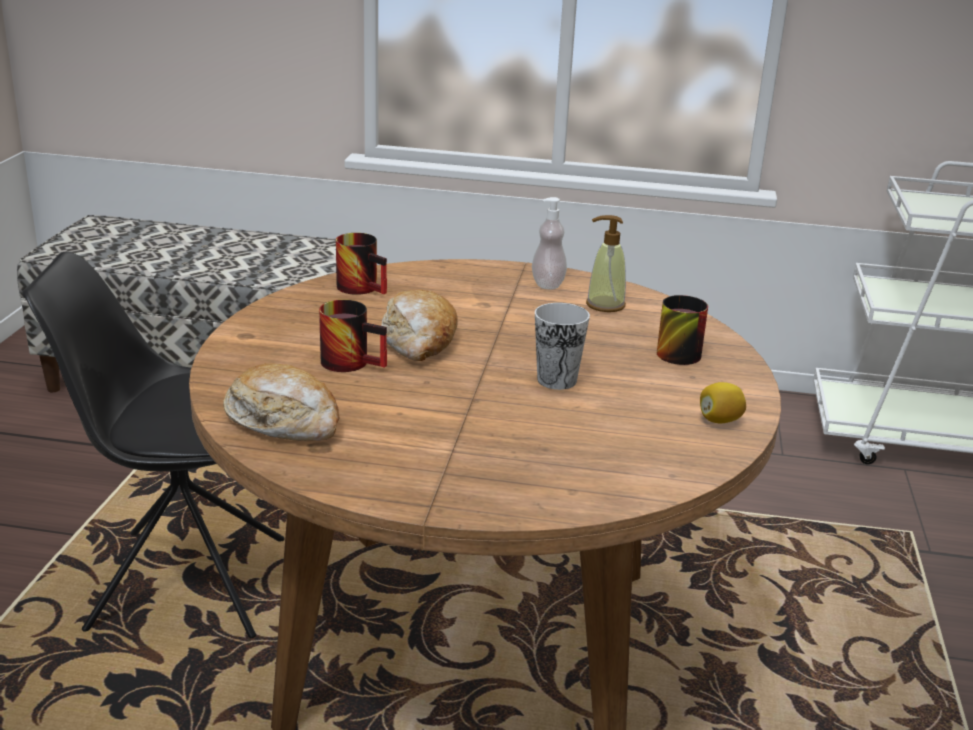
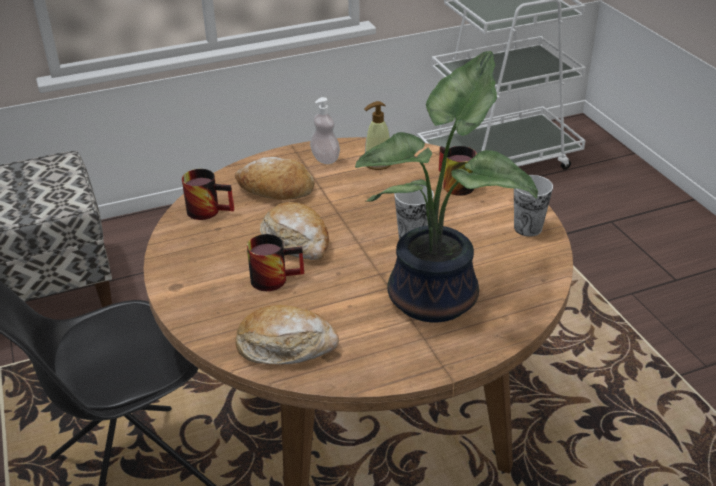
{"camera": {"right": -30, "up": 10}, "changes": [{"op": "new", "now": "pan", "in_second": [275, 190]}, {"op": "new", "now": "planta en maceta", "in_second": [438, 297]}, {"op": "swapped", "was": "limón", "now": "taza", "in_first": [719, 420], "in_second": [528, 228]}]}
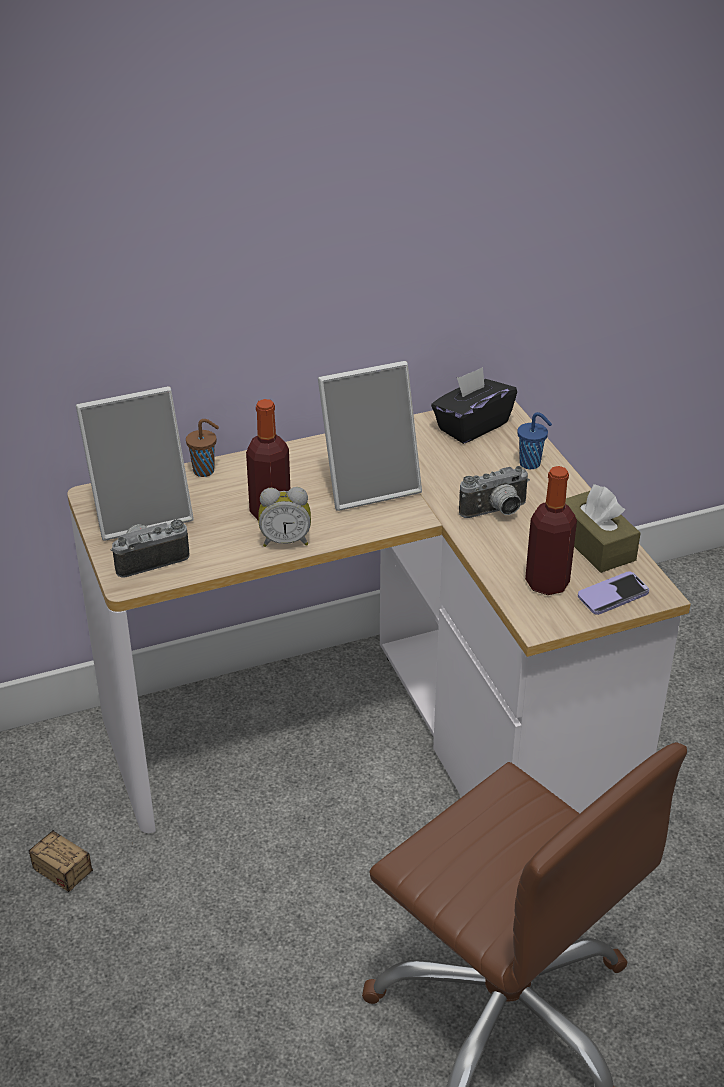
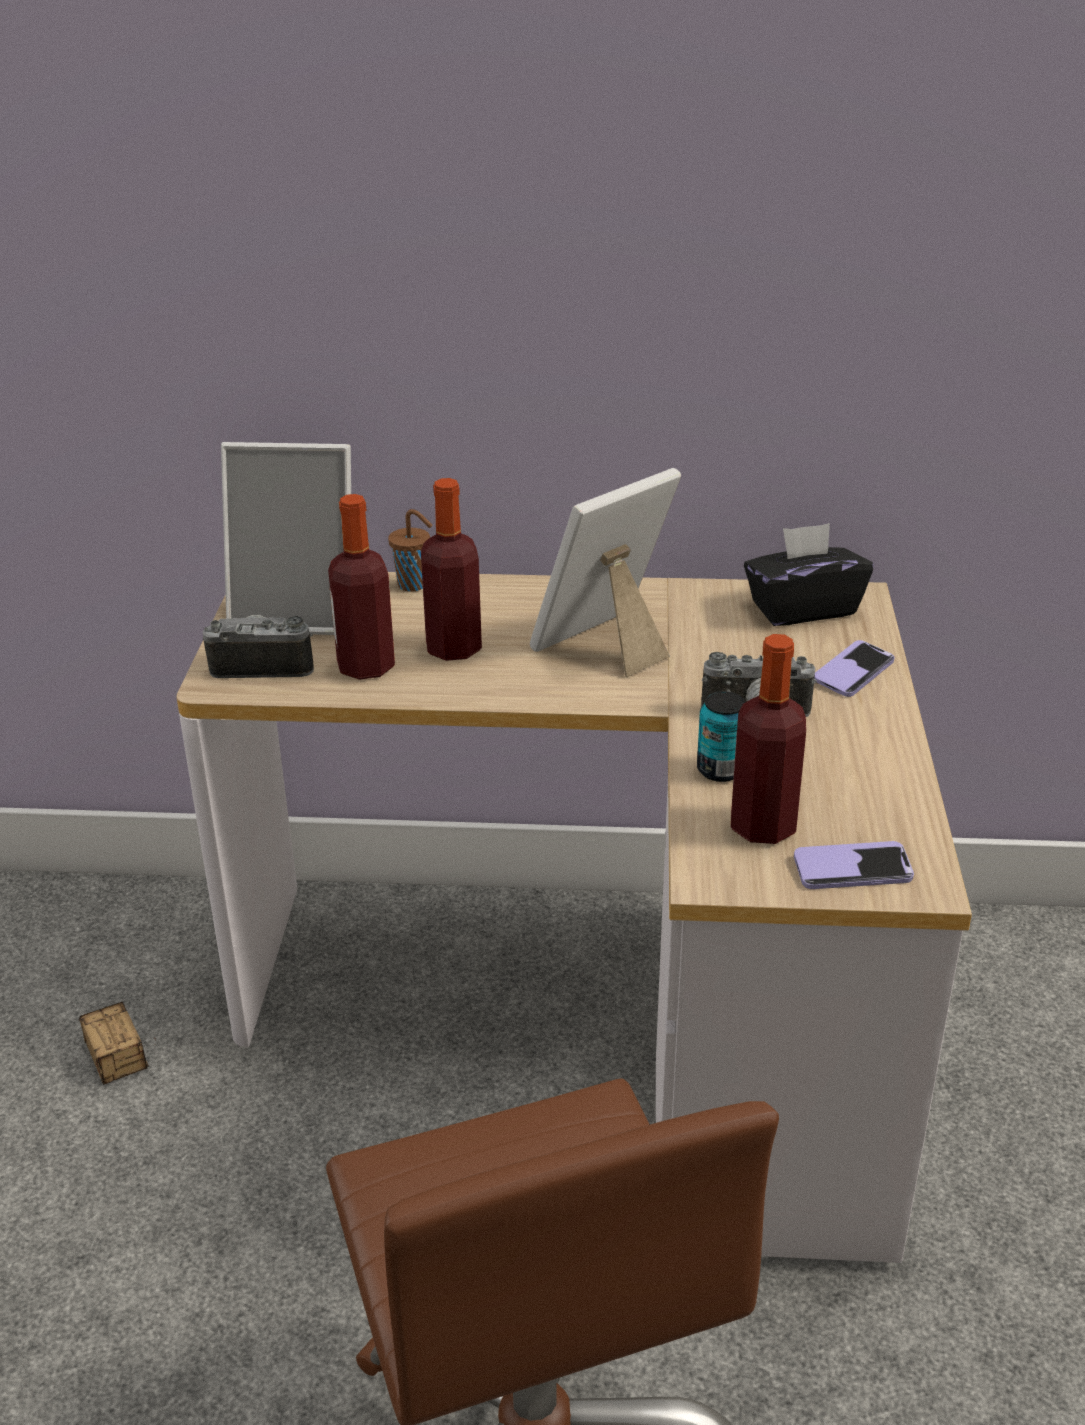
{"camera": {"right": 25, "up": -5}, "changes": [{"op": "new", "now": "botella", "in_second": [366, 666]}, {"op": "rotated", "was": "portarretratos", "in_first": [369, 484], "in_second": [607, 646], "clockwise": 135}, {"op": "new", "now": "lata", "in_second": [720, 770]}, {"op": "swapped", "was": "taza (azul)", "now": "móvil", "in_first": [531, 464], "in_second": [853, 671]}, {"op": "gone", "was": "despertador", "in_first": [285, 541]}, {"op": "gone", "was": "caja de pañuelos (marrón)", "in_first": [595, 544]}]}
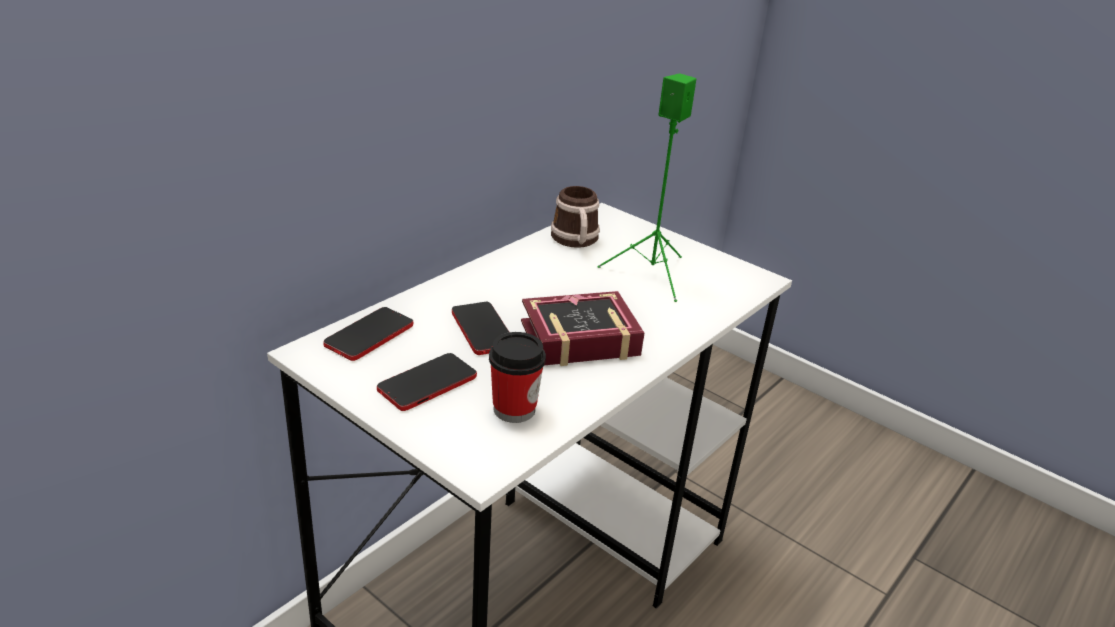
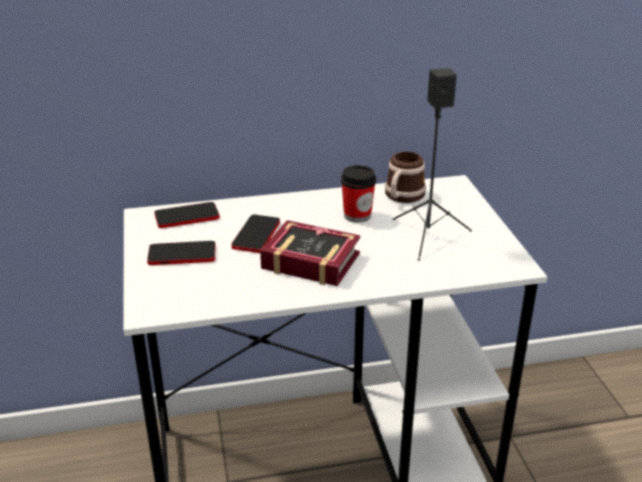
{"camera": {"right": 40, "up": 0}, "changes": [{"op": "shifted", "was": "taza", "in_first": [514, 409], "in_second": [357, 215]}, {"op": "repainted", "was": "altavoz (verde)", "now": "altavoz (negro)", "in_first": [652, 275], "in_second": [427, 236]}]}
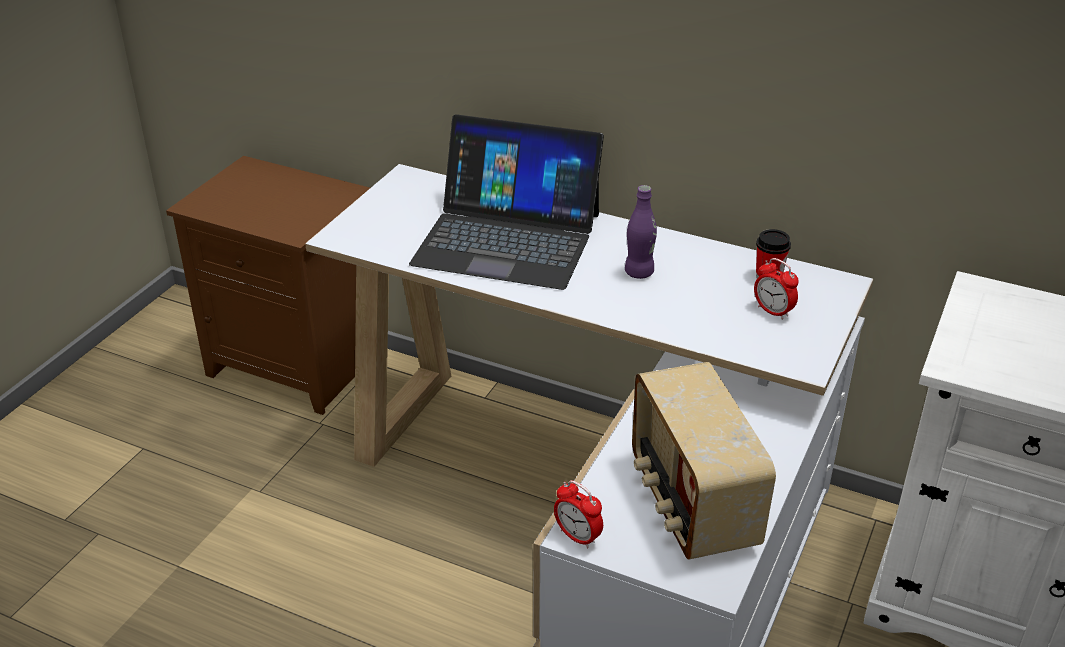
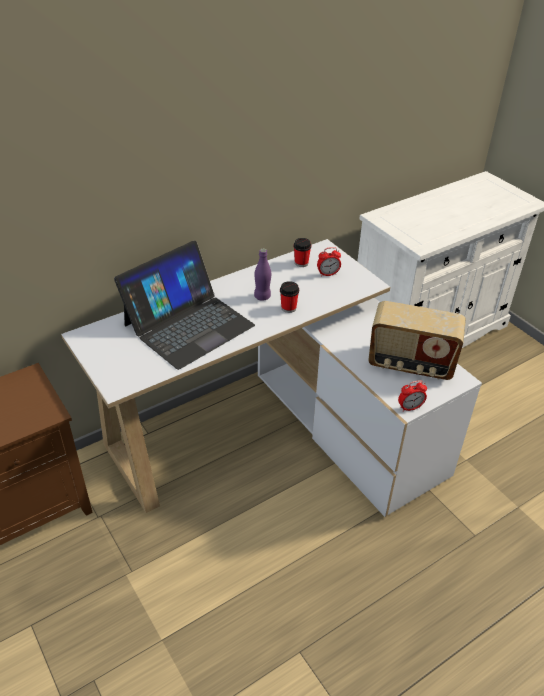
{"camera": {"right": -60, "up": 5}, "changes": [{"op": "new", "now": "taza", "in_second": [288, 308]}]}
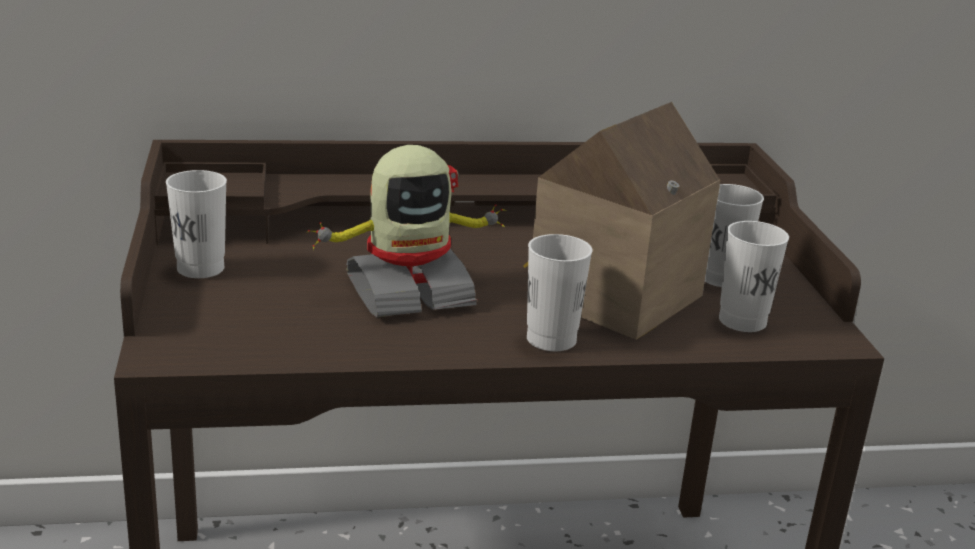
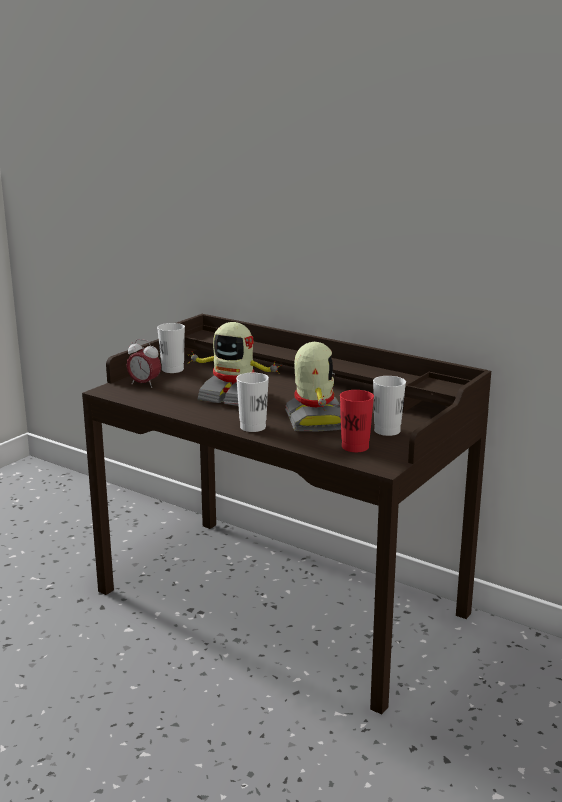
{"camera": {"right": 45, "up": -5}, "changes": [{"op": "new", "now": "despertador", "in_second": [144, 384]}, {"op": "swapped", "was": "casita", "now": "robot de juguete", "in_first": [607, 294], "in_second": [315, 421]}, {"op": "repainted", "was": "taza (blanco)", "now": "taza (rojo)", "in_first": [742, 321], "in_second": [355, 447]}]}
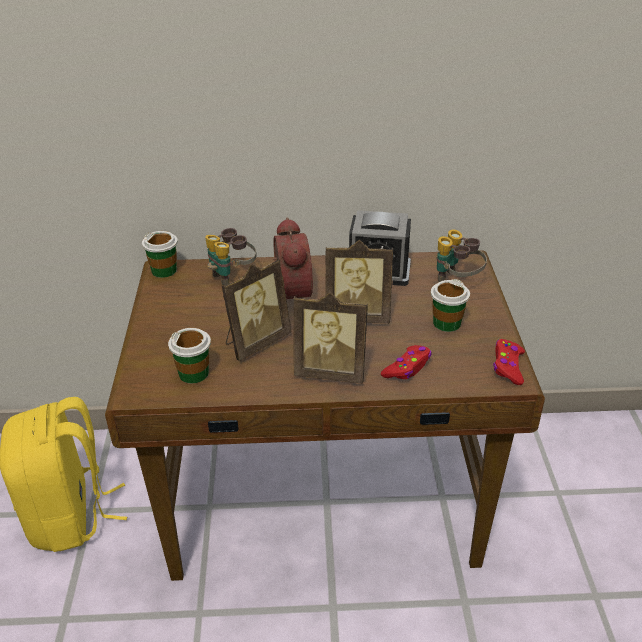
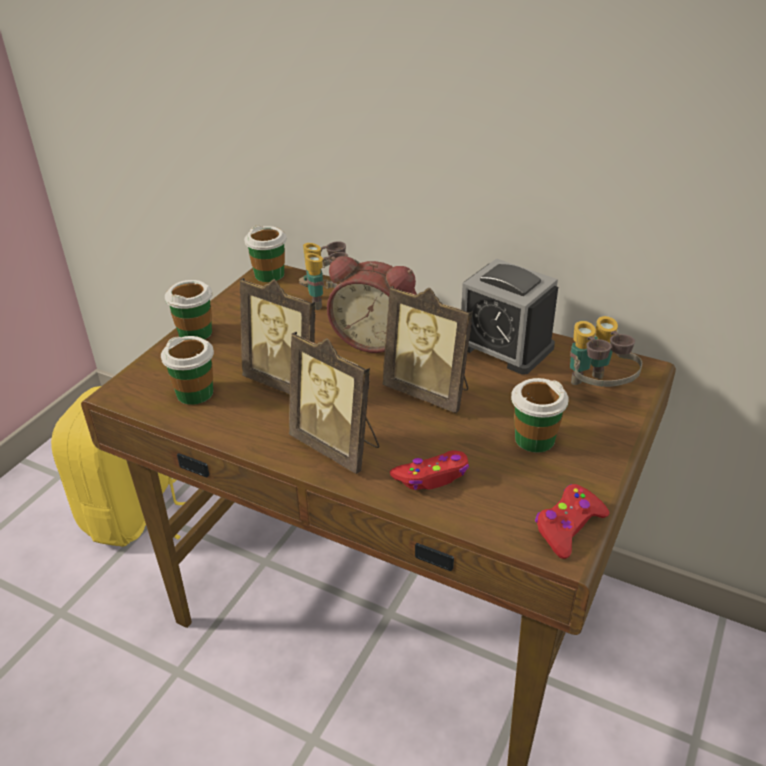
{"camera": {"right": 30, "up": 0}, "changes": [{"op": "new", "now": "taza", "in_second": [195, 332]}, {"op": "rotated", "was": "portarretratos", "in_first": [255, 342], "in_second": [288, 382], "clockwise": 45}, {"op": "rotated", "was": "despertador", "in_first": [289, 293], "in_second": [375, 339], "clockwise": 90}]}
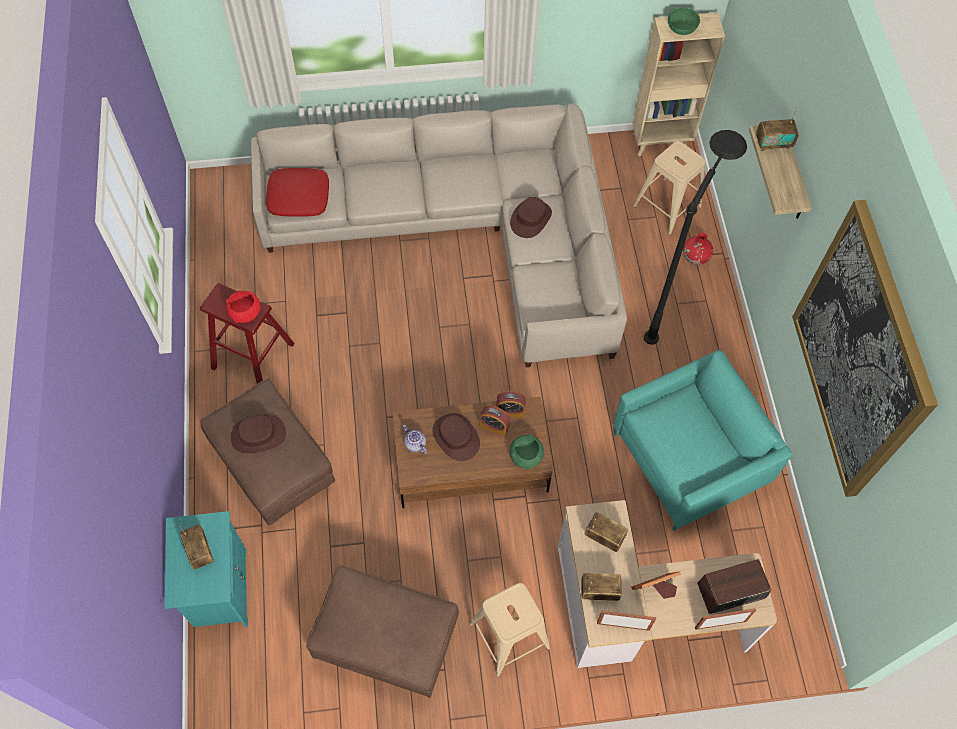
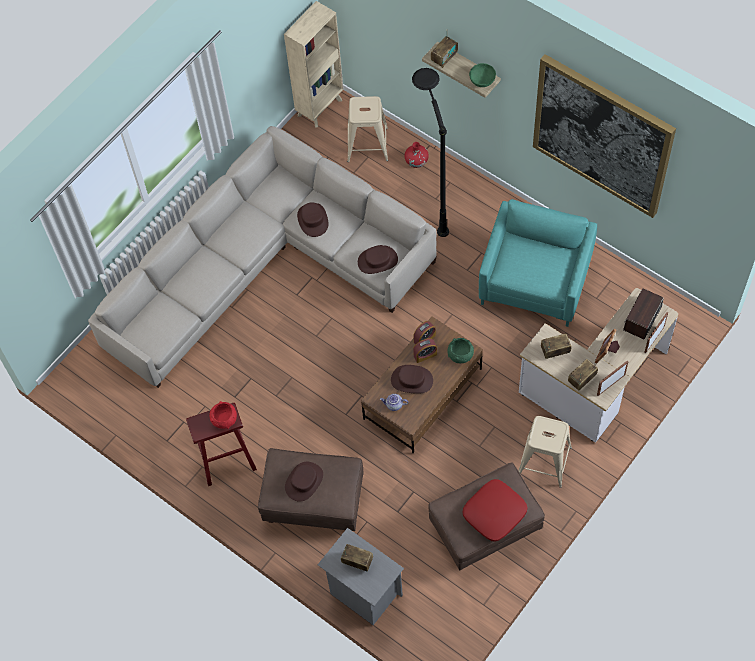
{"camera": {"right": -40, "up": 0}, "changes": [{"op": "repainted", "was": "mesita de noche (turquesa)", "now": "mesita de noche (gris)", "in_first": [219, 589], "in_second": [363, 593]}, {"op": "new", "now": "sombrero (marrón)", "in_second": [377, 261]}, {"op": "shifted", "was": "cojín (rojo)", "in_first": [299, 197], "in_second": [494, 512]}, {"op": "shifted", "was": "cuenco (verde)", "in_first": [681, 28], "in_second": [482, 80]}]}
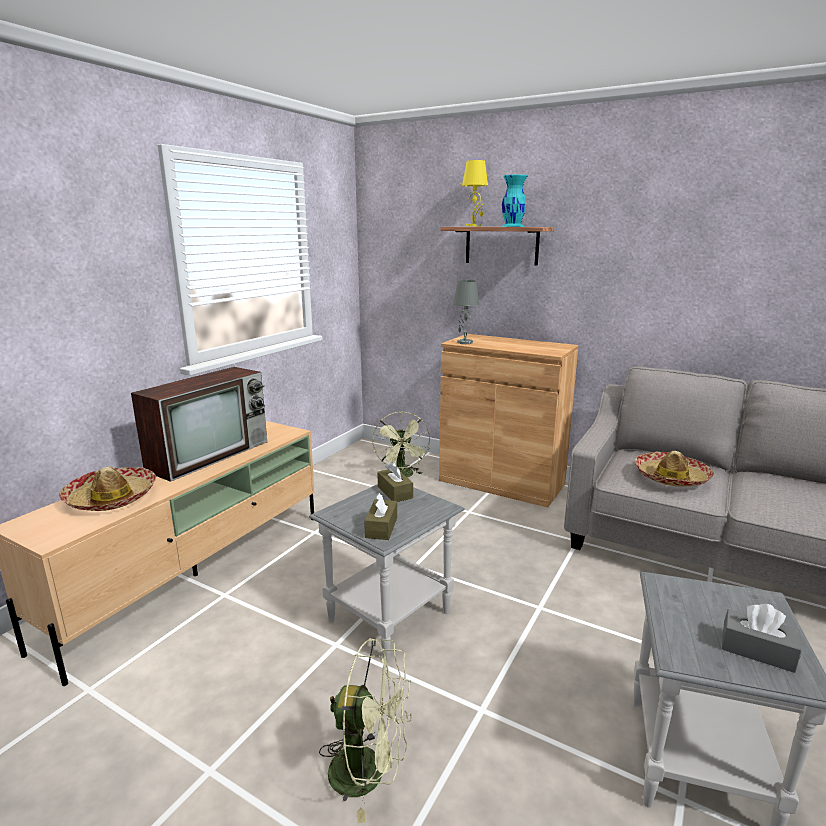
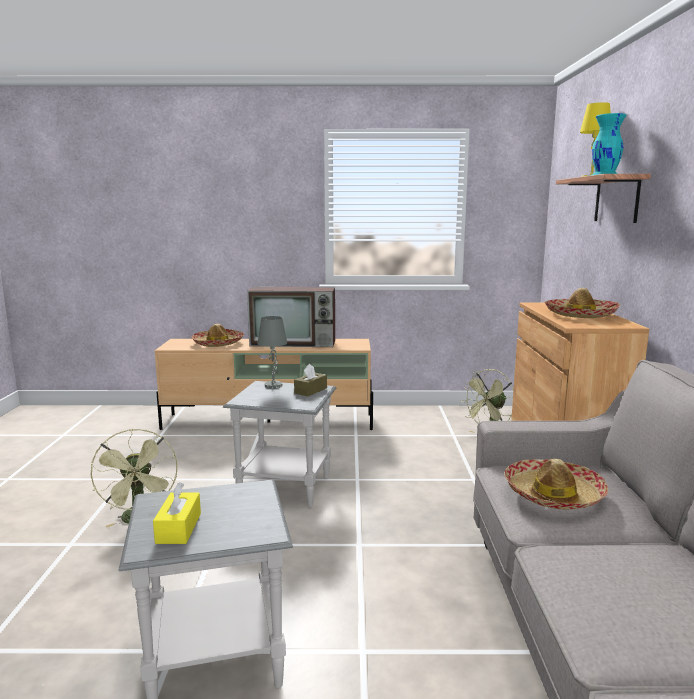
{"camera": {"right": 60, "up": -5}, "changes": [{"op": "repainted", "was": "caja de pañuelos (gris)", "now": "caja de pañuelos (amarillo)", "in_first": [757, 650], "in_second": [178, 528]}, {"op": "shifted", "was": "lámpara de mesa (gris)", "in_first": [464, 342], "in_second": [273, 385]}, {"op": "new", "now": "sombrero", "in_second": [580, 315]}, {"op": "gone", "was": "caja de pañuelos (marrón)", "in_first": [381, 527]}]}
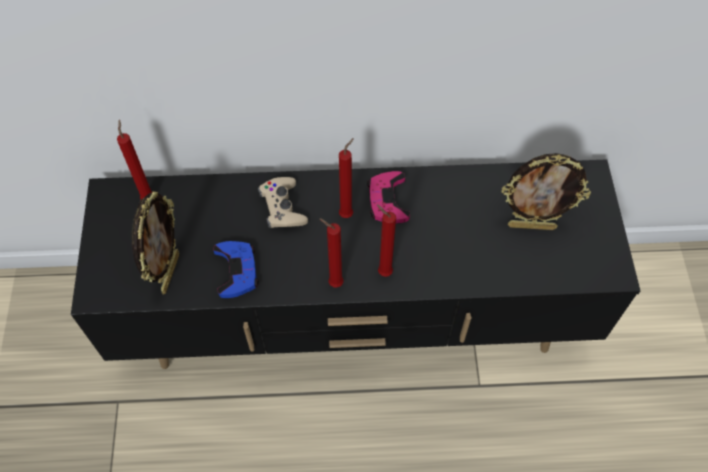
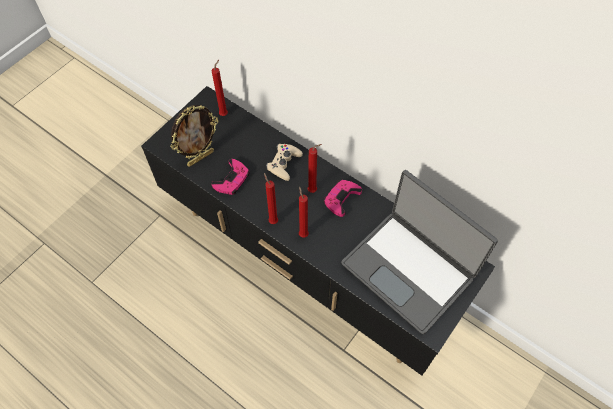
{"camera": {"right": 40, "up": 0}, "changes": [{"op": "repainted", "was": "mando de consola (azul)", "now": "mando de consola (rosa)", "in_first": [237, 271], "in_second": [232, 179]}, {"op": "swapped", "was": "portarretratos", "now": "portátil", "in_first": [531, 225], "in_second": [409, 269]}]}
